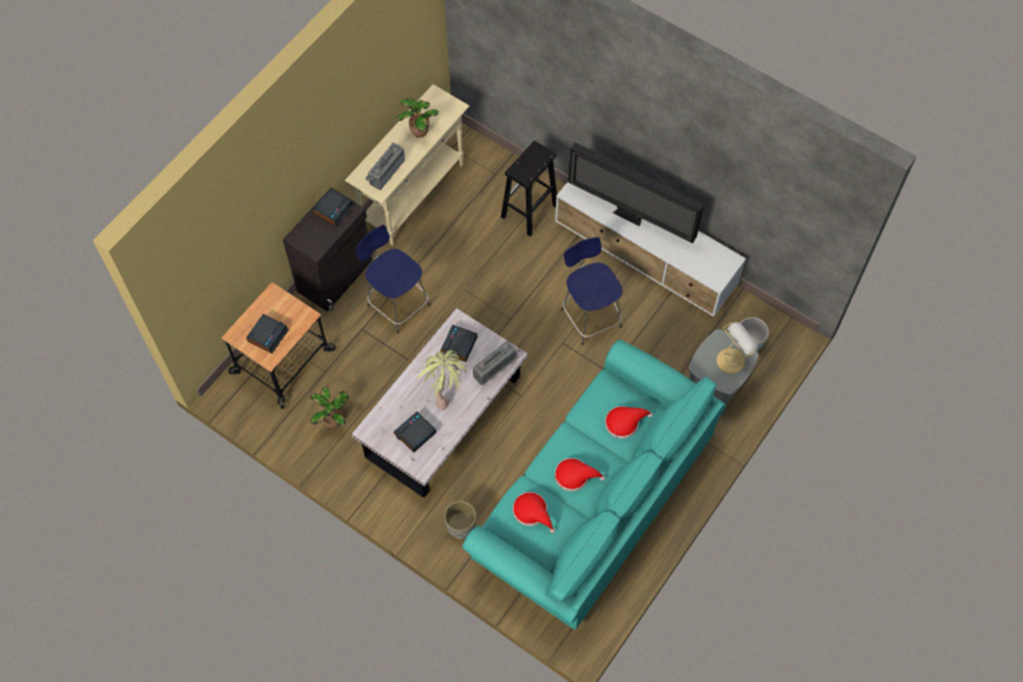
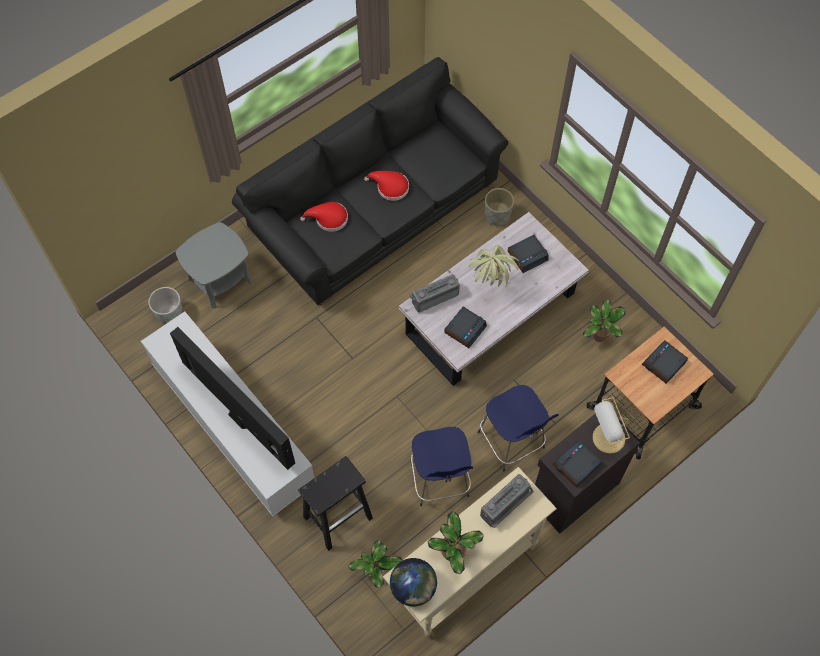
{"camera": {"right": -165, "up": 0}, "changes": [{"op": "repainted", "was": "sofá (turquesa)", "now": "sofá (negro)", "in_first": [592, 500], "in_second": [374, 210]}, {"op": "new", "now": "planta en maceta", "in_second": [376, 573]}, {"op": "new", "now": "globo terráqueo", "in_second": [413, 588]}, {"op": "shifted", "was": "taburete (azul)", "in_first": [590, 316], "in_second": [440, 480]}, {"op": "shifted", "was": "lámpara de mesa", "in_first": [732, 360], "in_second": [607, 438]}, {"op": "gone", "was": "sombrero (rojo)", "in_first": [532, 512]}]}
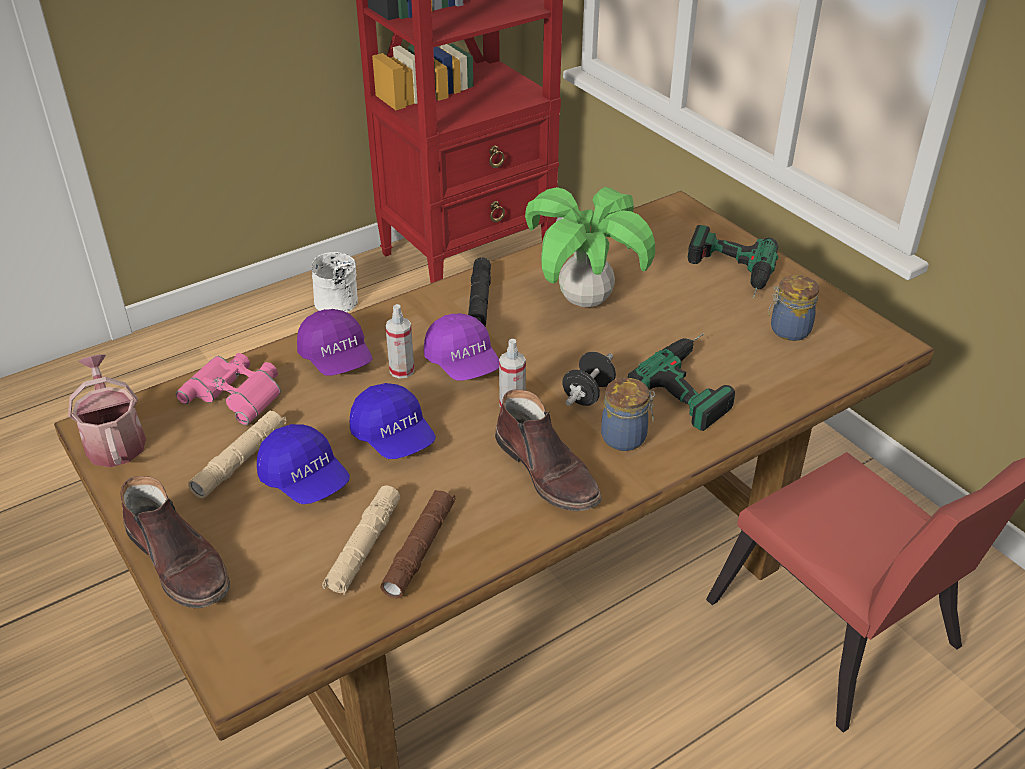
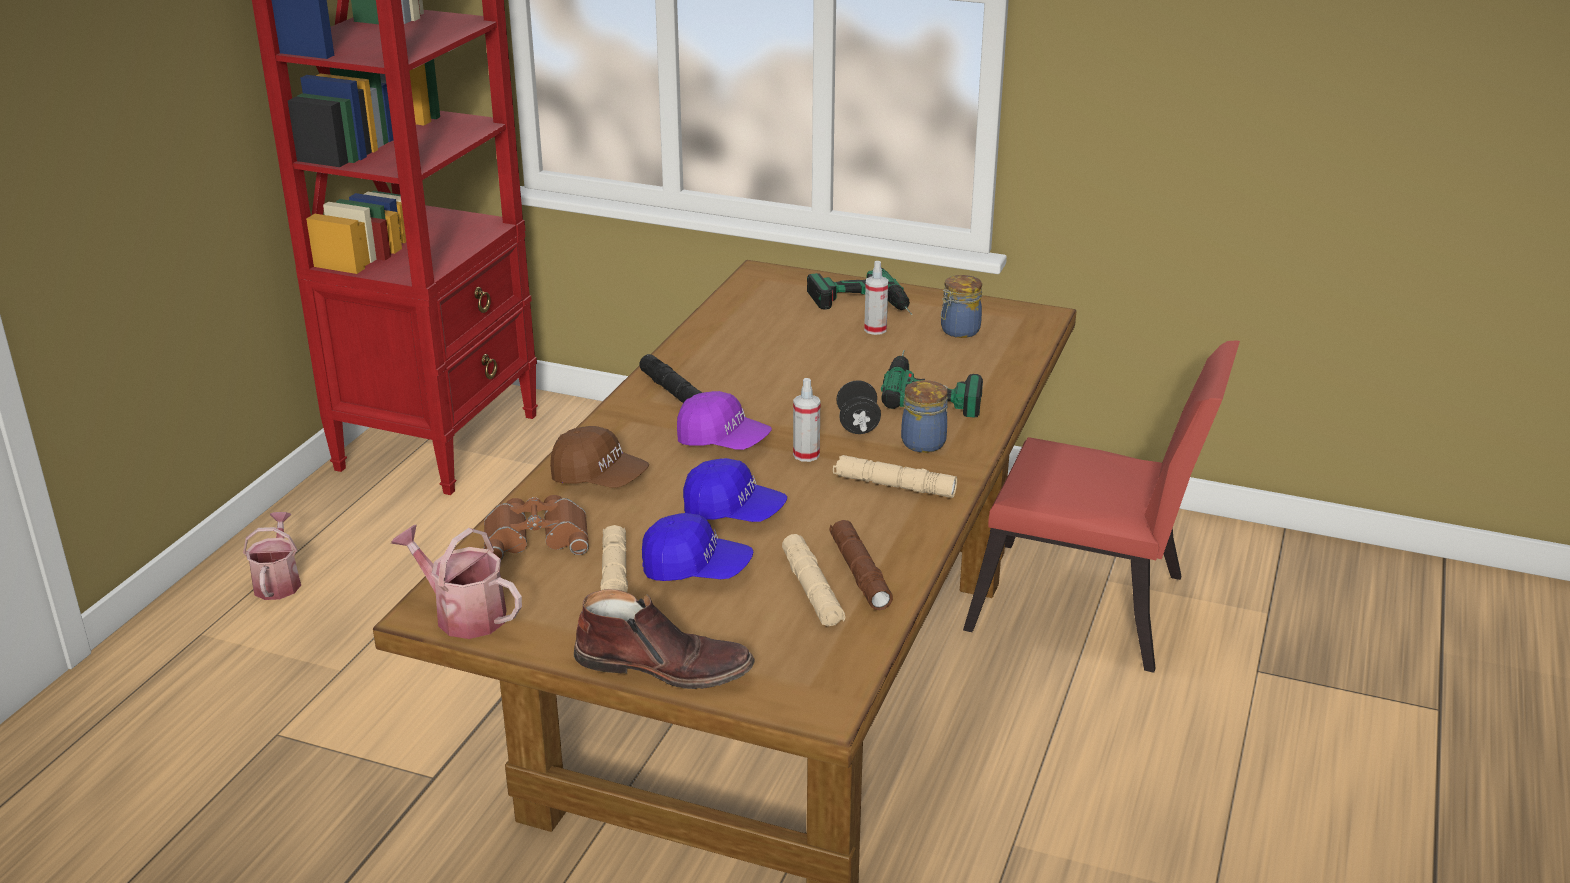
{"camera": {"right": -35, "up": -10}, "changes": [{"op": "new", "now": "regadera", "in_second": [278, 581]}, {"op": "repainted", "was": "prismáticos (rosa)", "now": "prismáticos (marrón)", "in_first": [237, 393], "in_second": [537, 536]}, {"op": "repainted", "was": "gorra (morado)", "now": "gorra (marrón)", "in_first": [337, 359], "in_second": [599, 478]}, {"op": "swapped", "was": "bota (marrón)", "now": "linterna (beis)", "in_first": [548, 471], "in_second": [894, 485]}, {"op": "shifted", "was": "pulverizador", "in_first": [402, 370], "in_second": [875, 329]}, {"op": "gone", "was": "cubo (blanco)", "in_first": [339, 306]}, {"op": "gone", "was": "planta en maceta", "in_first": [586, 300]}]}
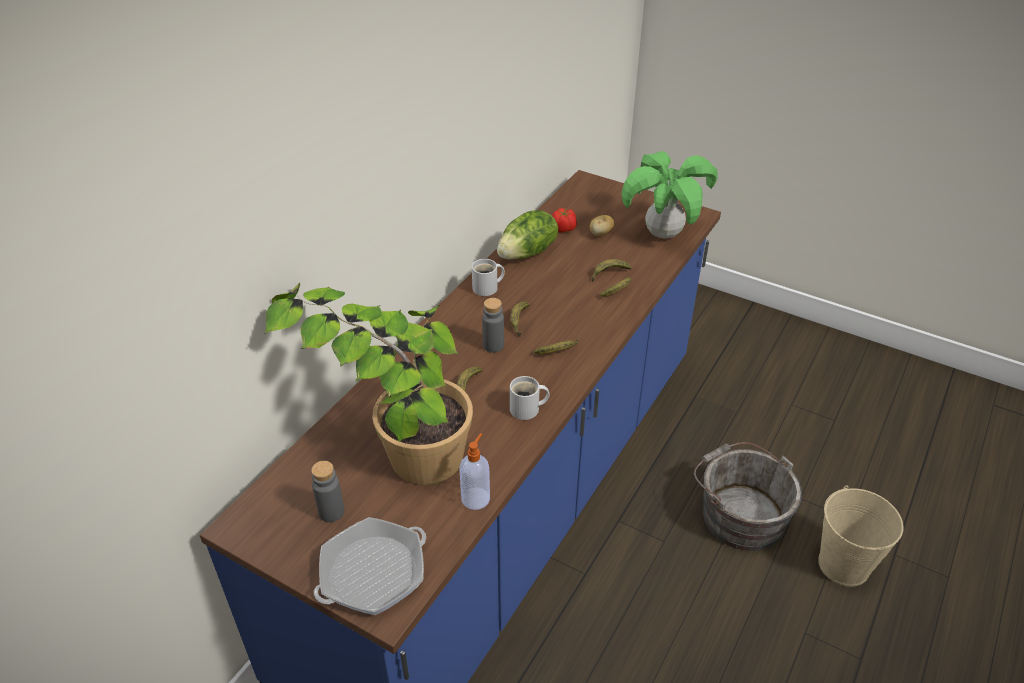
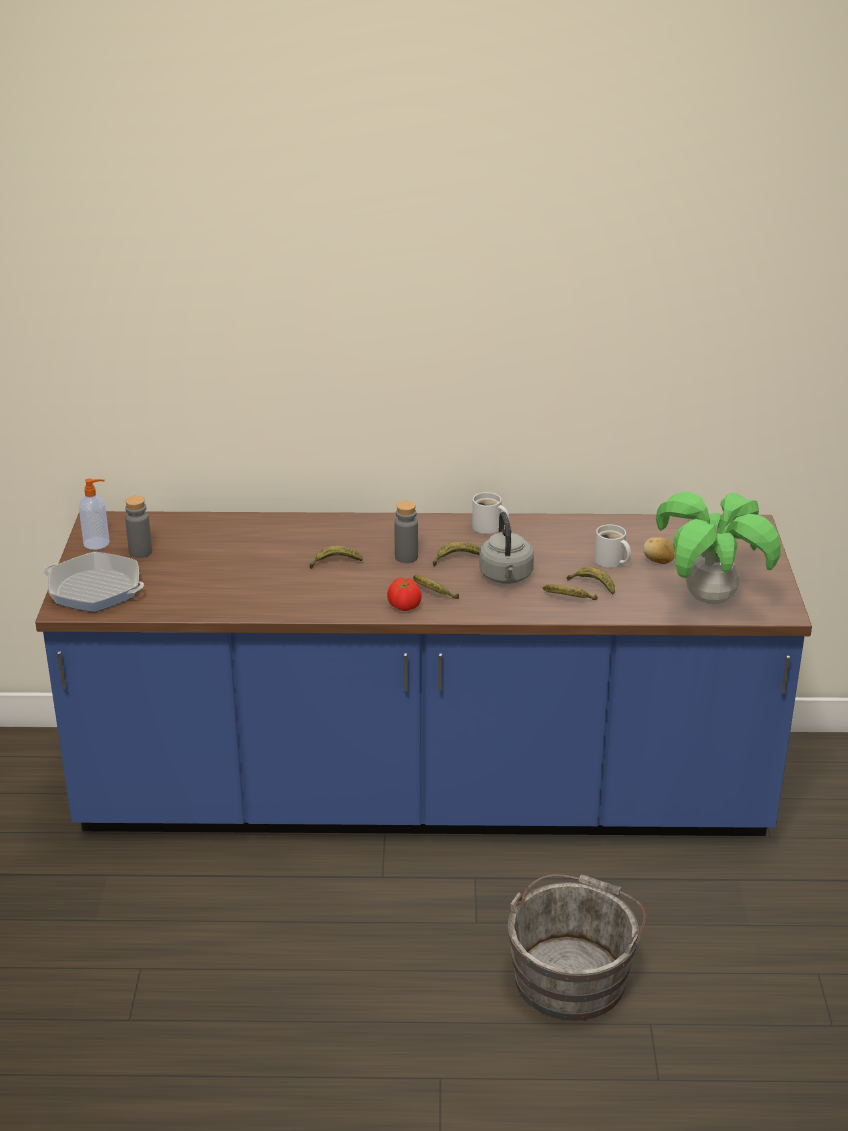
{"camera": {"right": 60, "up": -10}, "changes": [{"op": "shifted", "was": "dispensador de jabón", "in_first": [476, 498], "in_second": [97, 543]}, {"op": "shifted", "was": "tomate", "in_first": [564, 229], "in_second": [404, 606]}, {"op": "new", "now": "hervidor (gris)", "in_second": [506, 577]}, {"op": "shifted", "was": "taza grande (blanco)", "in_first": [527, 409], "in_second": [610, 562]}, {"op": "gone", "was": "planta en maceta", "in_first": [393, 443]}, {"op": "gone", "was": "lechuga", "in_first": [528, 253]}, {"op": "gone", "was": "cubo (beis)", "in_first": [844, 565]}]}
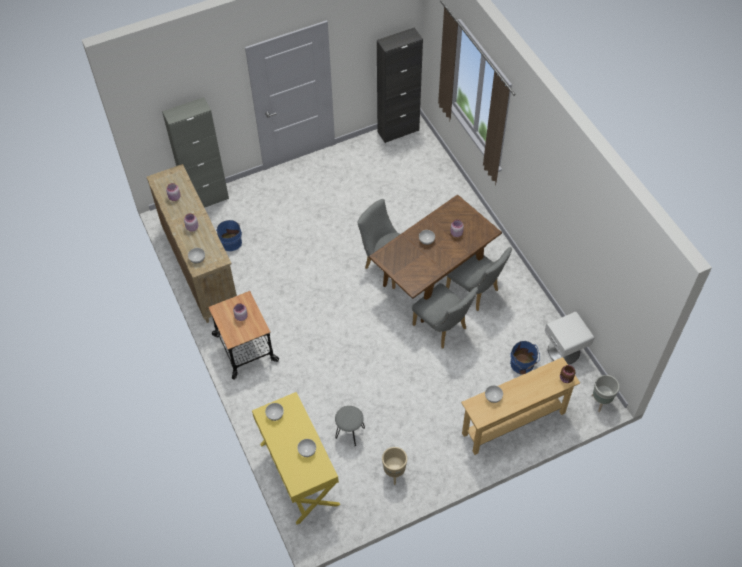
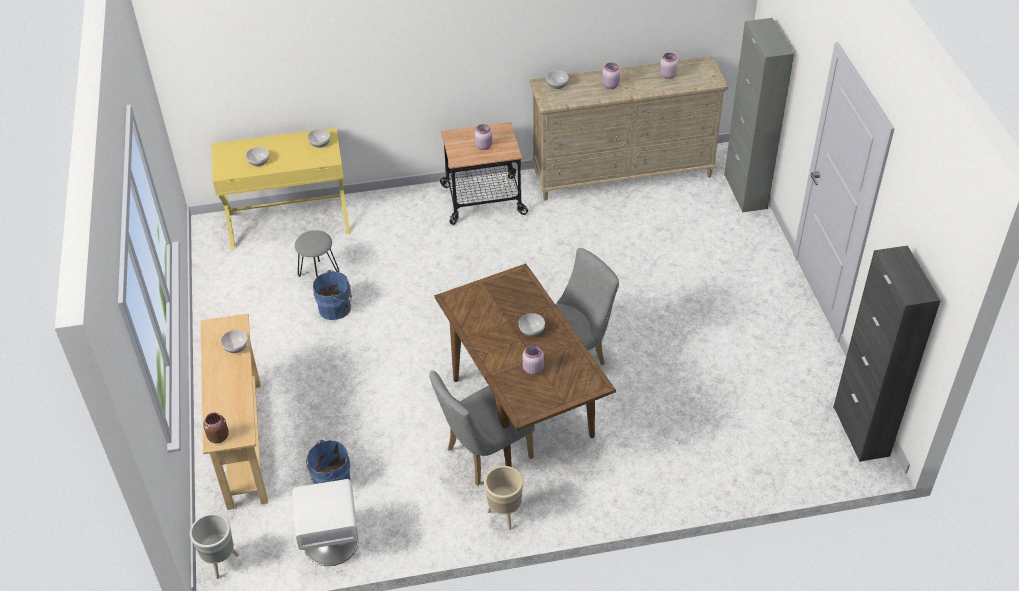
{"camera": {"right": 105, "up": -10}, "changes": [{"op": "shifted", "was": "cubo (azul)", "in_first": [231, 241], "in_second": [336, 308]}, {"op": "shifted", "was": "maceta (beis)", "in_first": [394, 474], "in_second": [504, 515]}, {"op": "gone", "was": "silla (gris)", "in_first": [442, 329]}]}
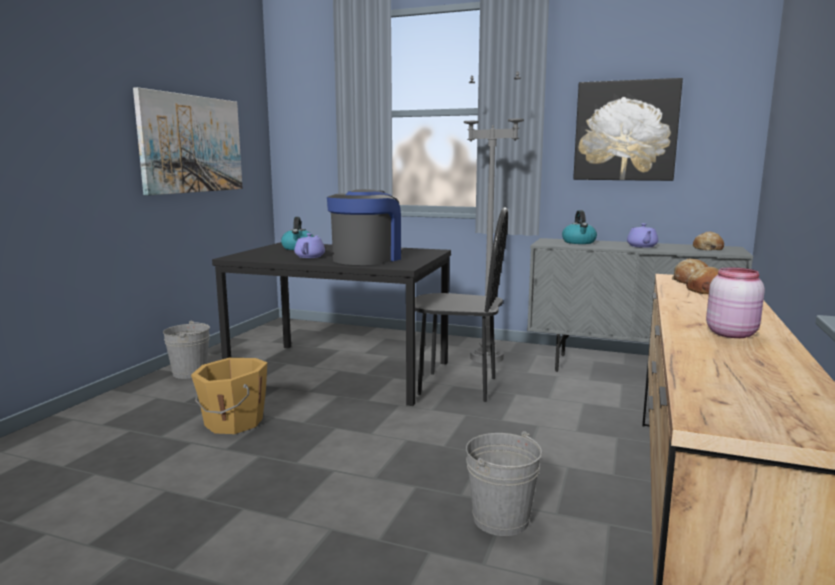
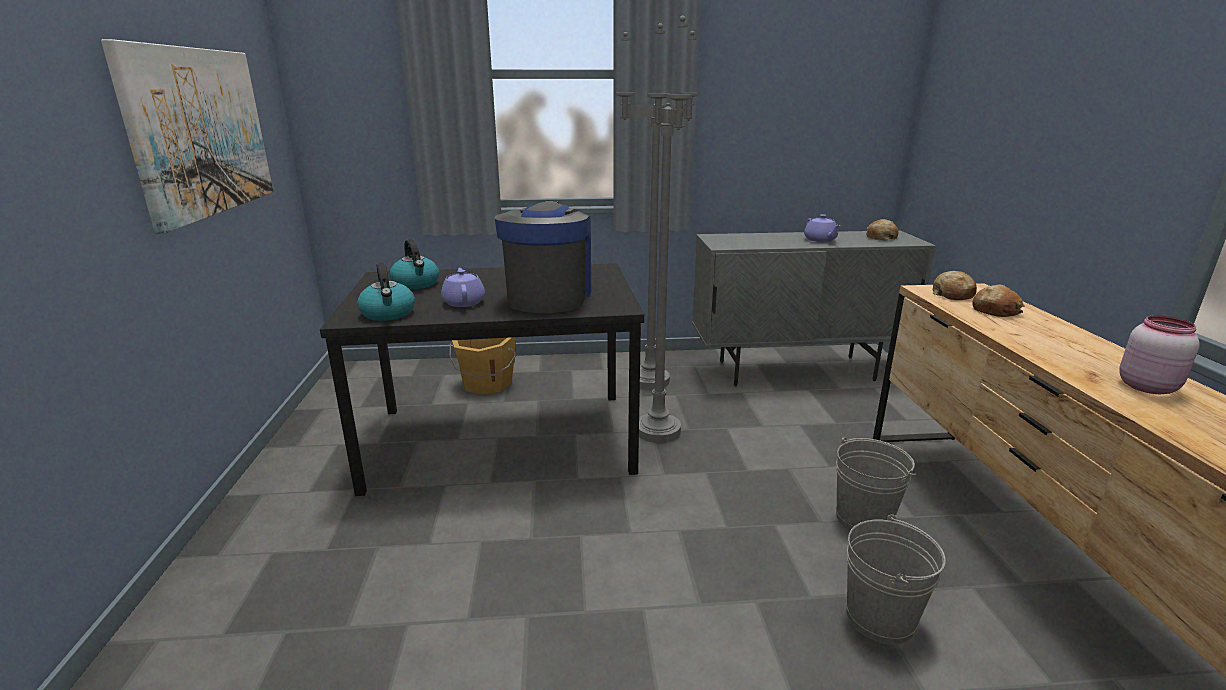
{"camera": {"right": -25, "up": 10}, "changes": [{"op": "shifted", "was": "hervidor", "in_first": [579, 242], "in_second": [388, 314]}, {"op": "shifted", "was": "cubo (naranja)", "in_first": [233, 422], "in_second": [486, 384]}, {"op": "swapped", "was": "silla (negro)", "now": "lámpara de pie (gris)", "in_first": [457, 386], "in_second": [658, 431]}, {"op": "shifted", "was": "cubo (gris)", "in_first": [190, 373], "in_second": [863, 519]}, {"op": "gone", "was": "cuadro", "in_first": [625, 131]}]}
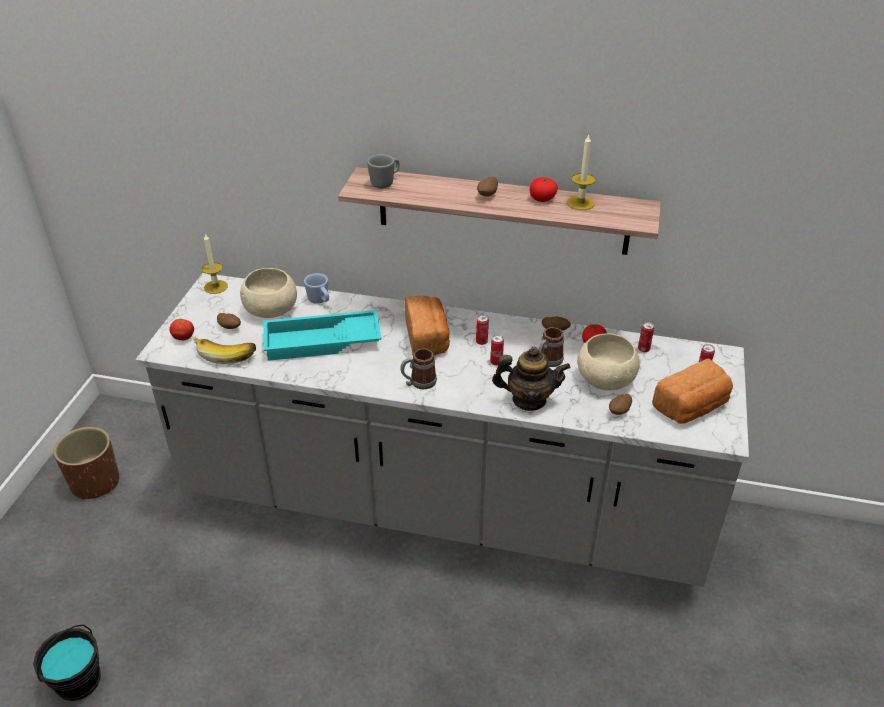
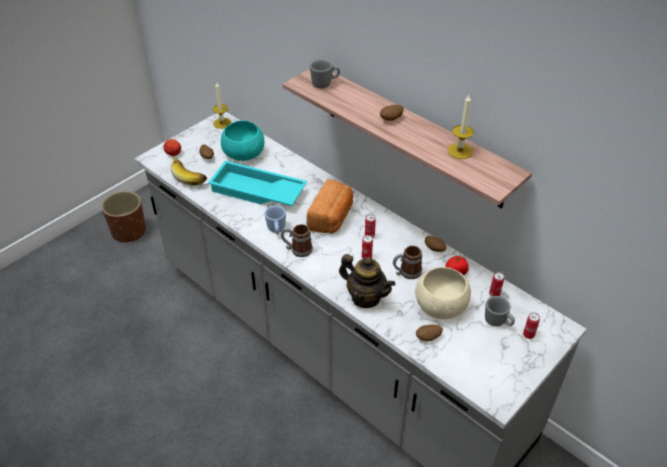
{"camera": {"right": 30, "up": 5}, "changes": [{"op": "repainted", "was": "cuenco (beis)", "now": "cuenco (turquesa)", "in_first": [270, 309], "in_second": [243, 153]}, {"op": "shifted", "was": "taza grande (azul)", "in_first": [320, 301], "in_second": [276, 230]}, {"op": "new", "now": "taza grande (gris)", "in_second": [497, 322]}, {"op": "gone", "was": "cubo (negro)", "in_first": [78, 681]}, {"op": "gone", "was": "tomate", "in_first": [542, 199]}, {"op": "gone", "was": "pan", "in_first": [692, 407]}]}
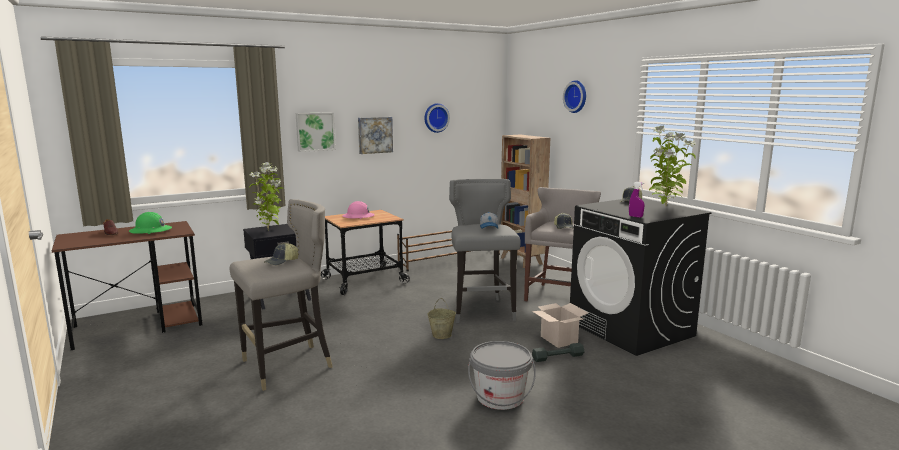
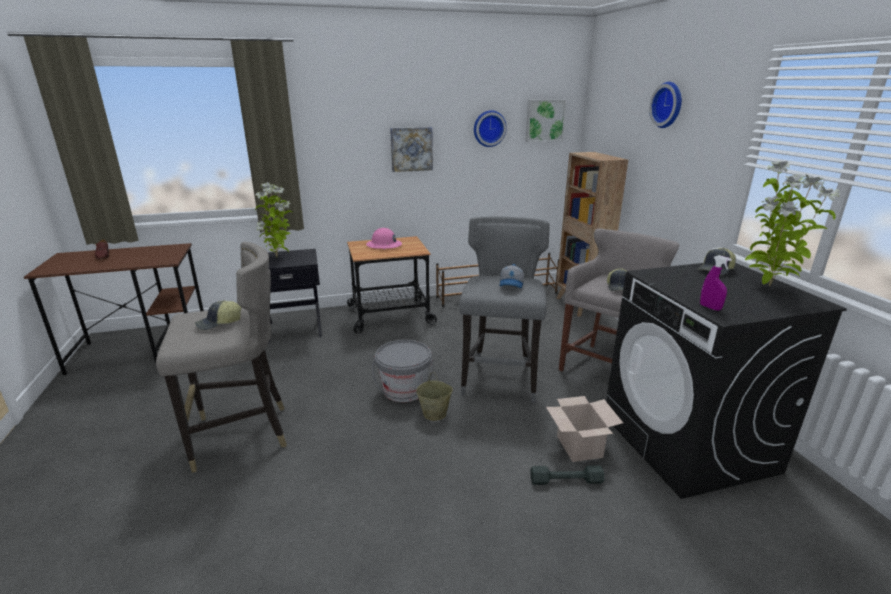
{"camera": {"right": 15, "up": 10}, "changes": [{"op": "shifted", "was": "cubo (gris)", "in_first": [500, 397], "in_second": [404, 390]}, {"op": "shifted", "was": "cuadro", "in_first": [315, 131], "in_second": [544, 120]}, {"op": "gone", "was": "casco (verde)", "in_first": [150, 230]}]}
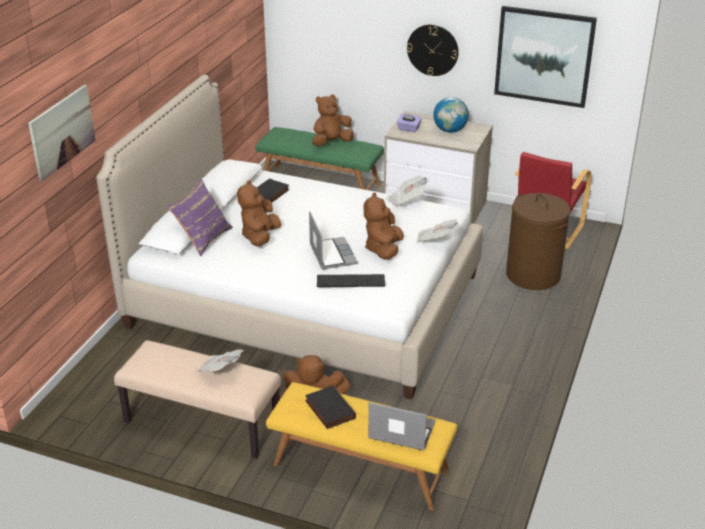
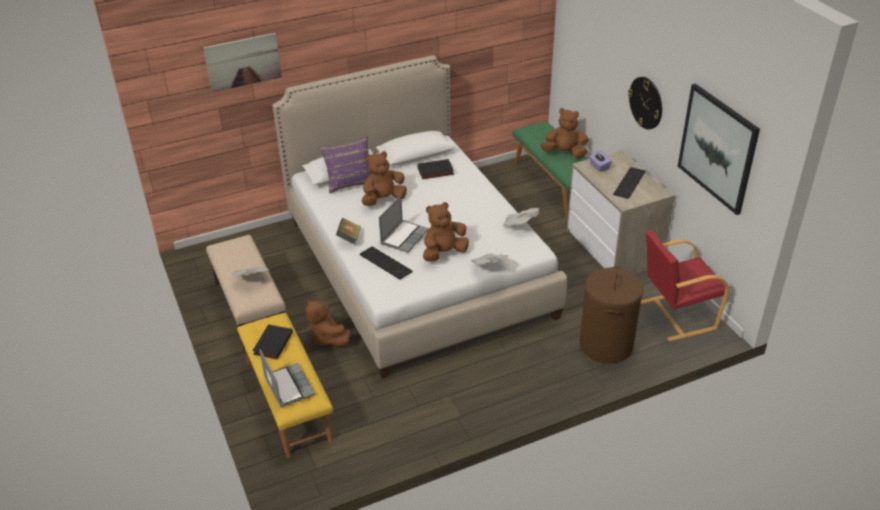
{"camera": {"right": 45, "up": 5}, "changes": [{"op": "new", "now": "libro", "in_second": [349, 238]}, {"op": "swapped", "was": "globo terráqueo", "now": "teclado", "in_first": [450, 130], "in_second": [630, 183]}]}
